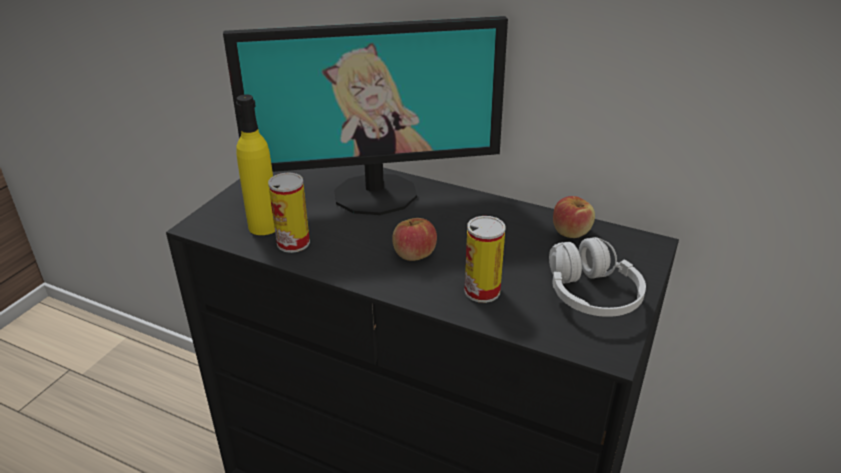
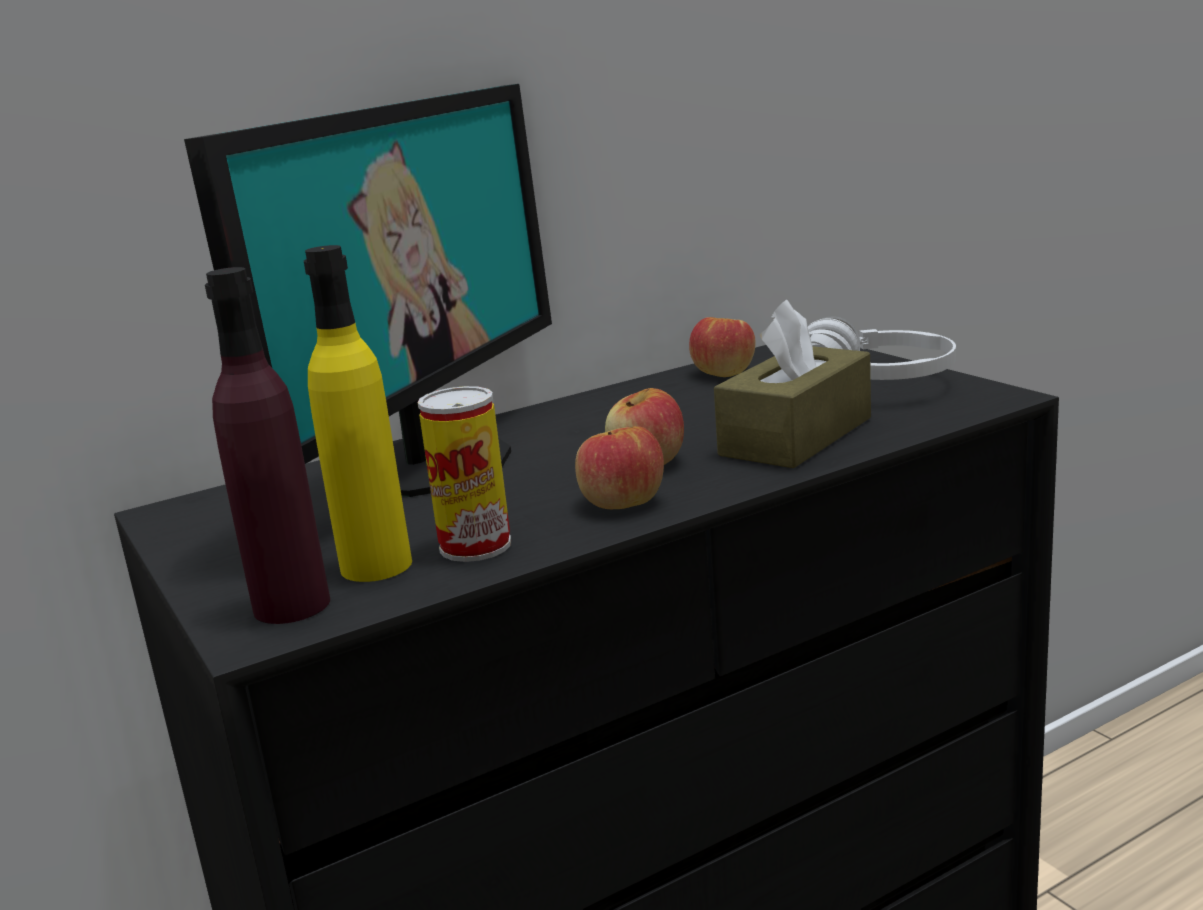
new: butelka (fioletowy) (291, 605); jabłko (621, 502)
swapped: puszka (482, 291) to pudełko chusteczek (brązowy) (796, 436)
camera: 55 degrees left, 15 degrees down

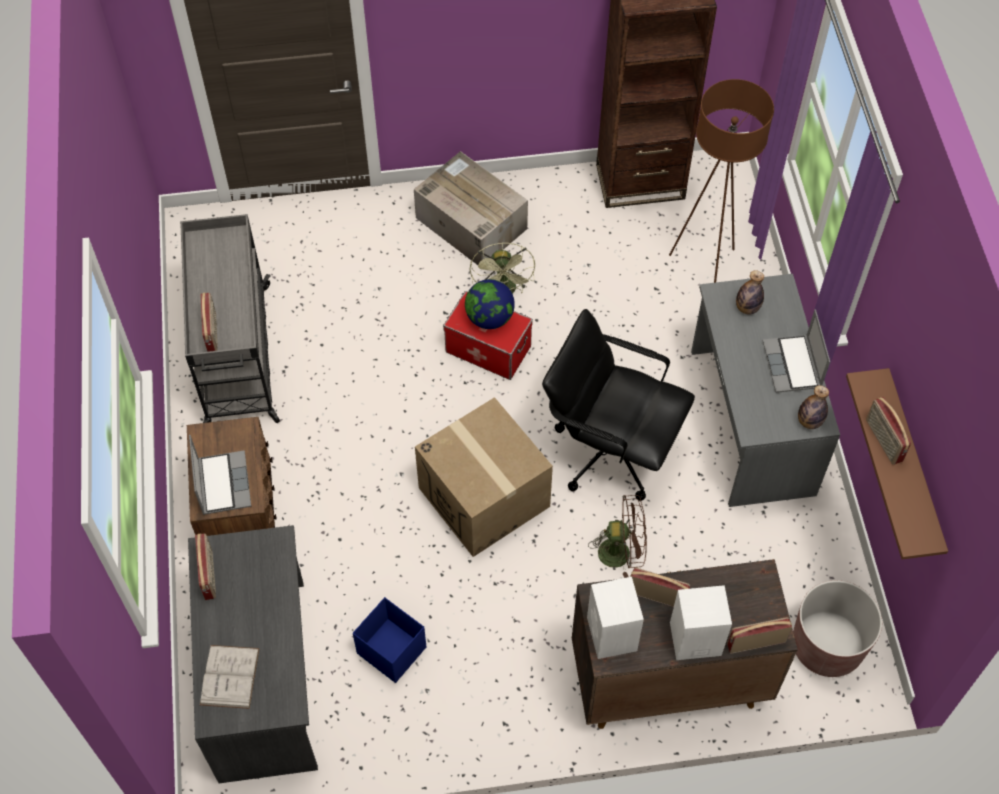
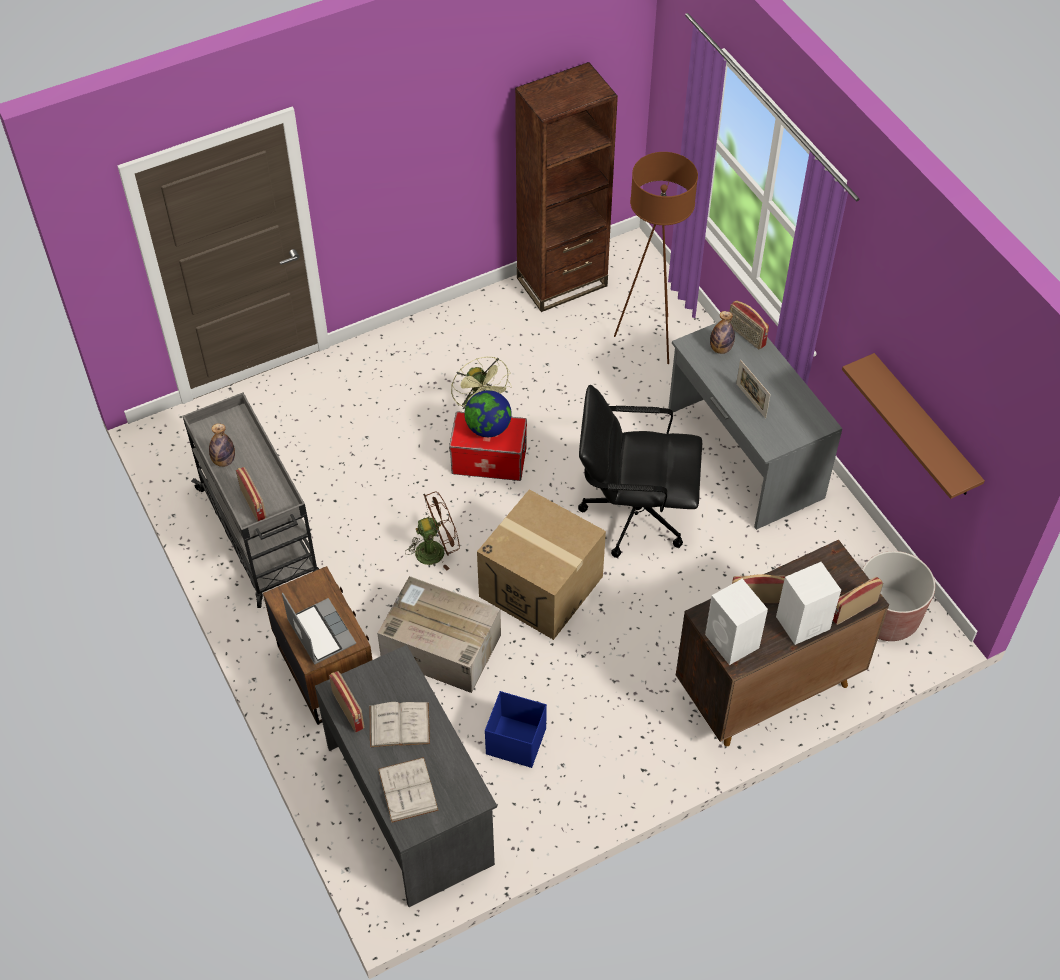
gone: laptop (793, 366)
new: książka (biały) (399, 725); ramka na zdjęcie (751, 401)
shifted: karton (470, 222) to (439, 646); wentylator (brązowy) (621, 552) to (436, 550); butelka (809, 421) to (224, 461); radio (883, 441) to (745, 335)
camera: 20 degrees left, 5 degrees down

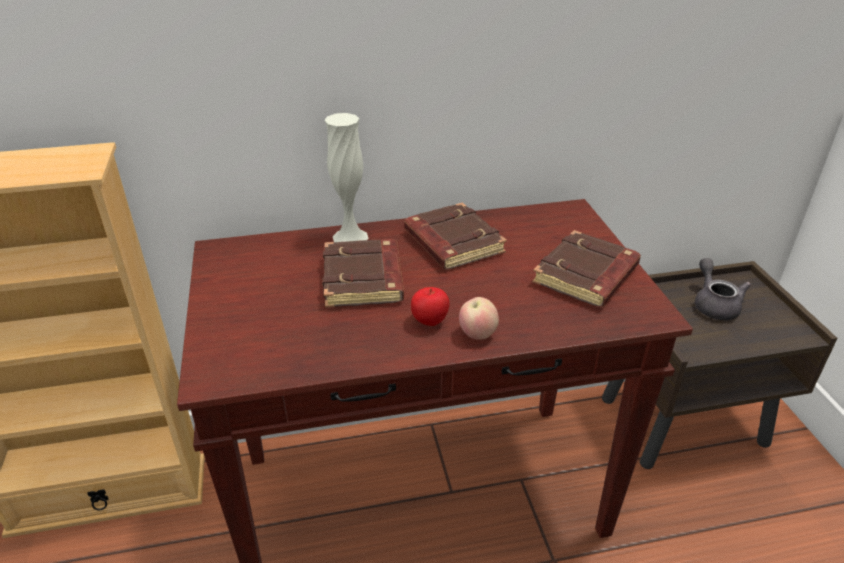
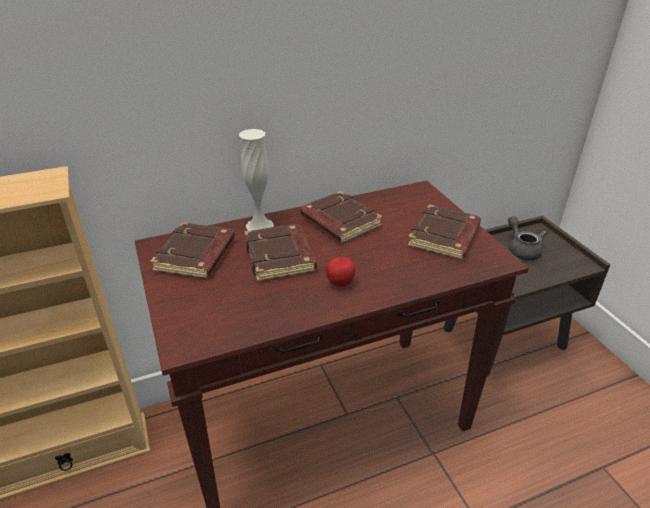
gone: jabłko (477, 334)
new: książka (brązowy) (196, 256)
camera: 10 degrees left, 0 degrees up

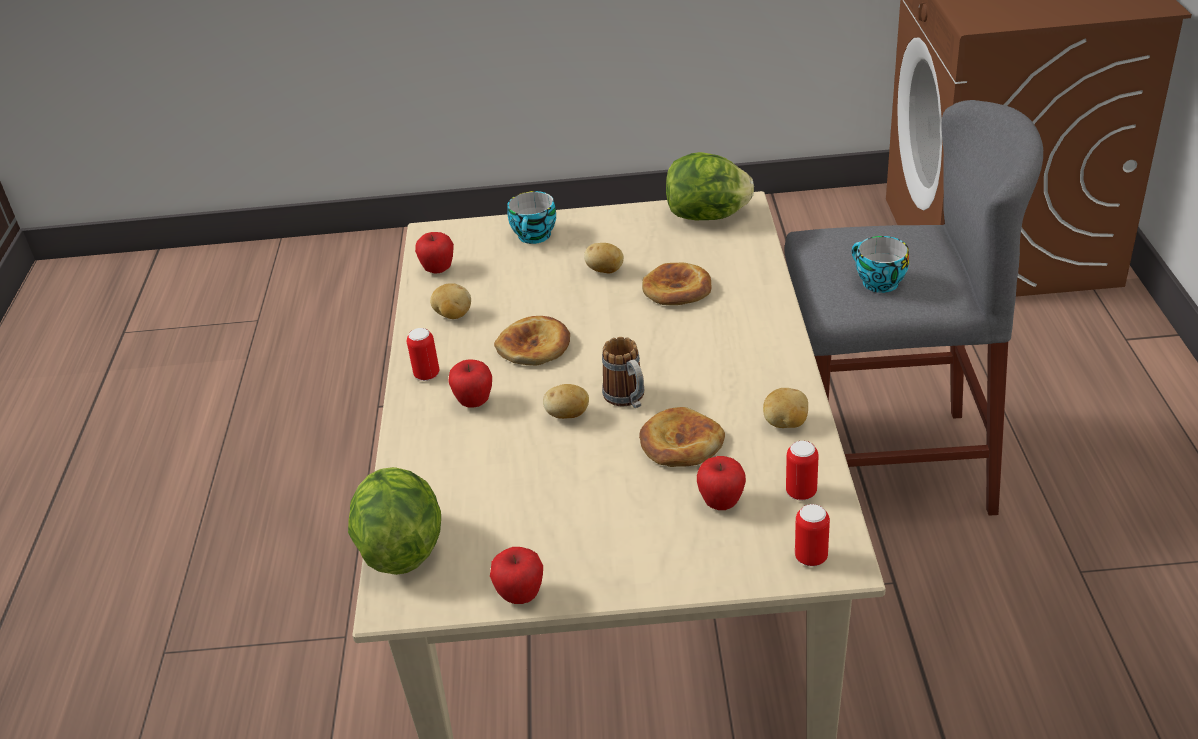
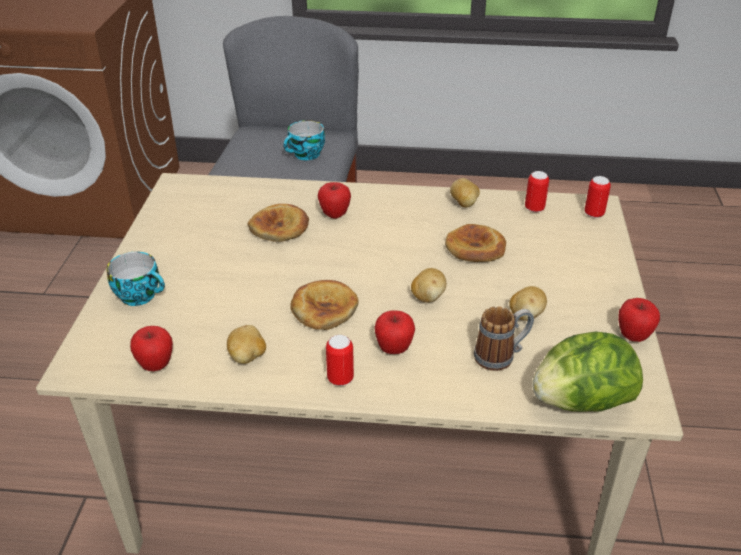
gone: sałata (708, 216)
shifted: ziemniak (605, 271) to (526, 315); kubek (628, 399) to (501, 356); jabłko (721, 503) to (334, 214)
camera: 85 degrees left, 0 degrees up

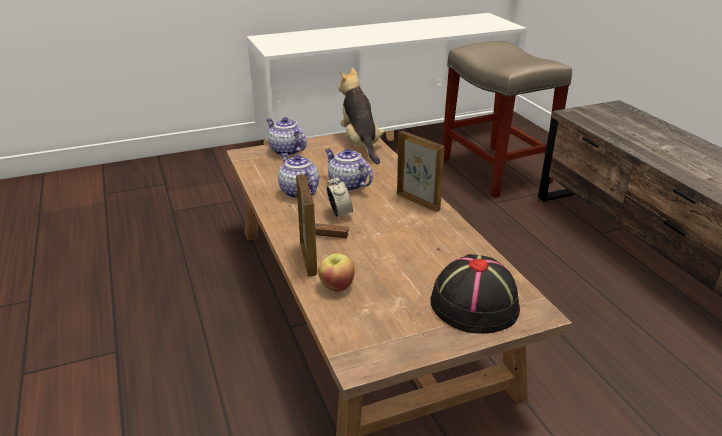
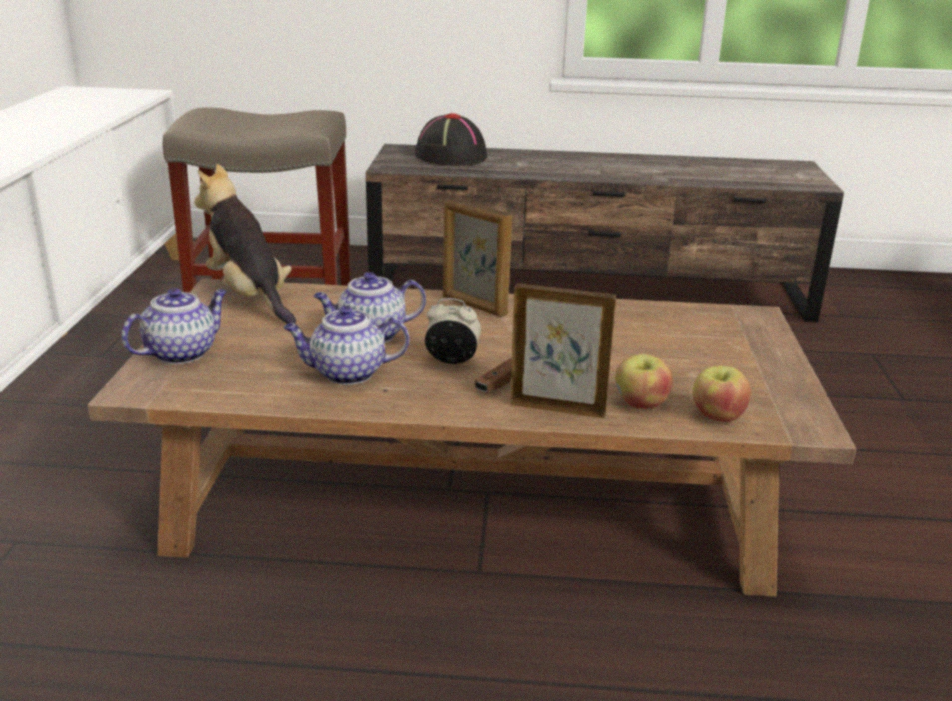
new: jabłko (717, 416)
shifted: kapelusz (czarny) (474, 303) to (450, 157)
rotated: imbryk (286, 151) = (182, 353) 150 degrees clockwise; pluszak (360, 144) = (250, 296) 45 degrees clockwise; ramka na zdjęcie (418, 202) = (474, 306) 120 degrees counterclockwise
camera: 65 degrees left, 5 degrees down

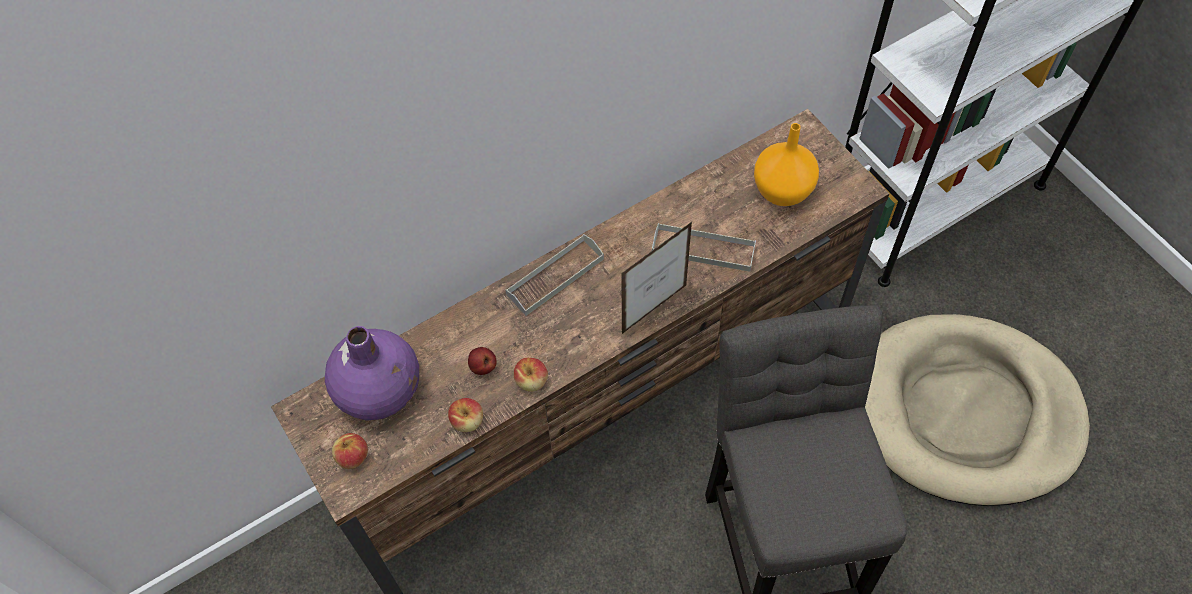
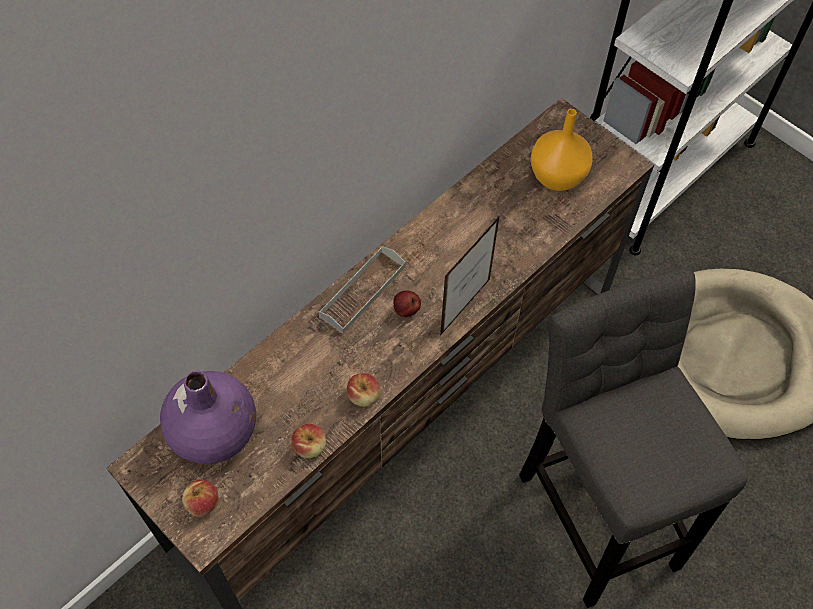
gone: taca (szary) (703, 249)
shifted: jabłko (483, 367) to (406, 310)
camera: 15 degrees left, 0 degrees up

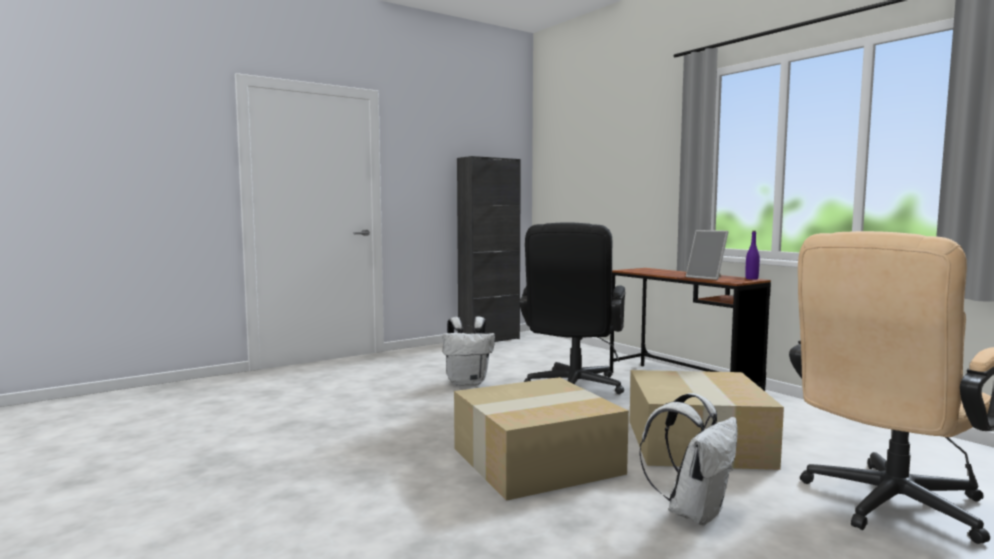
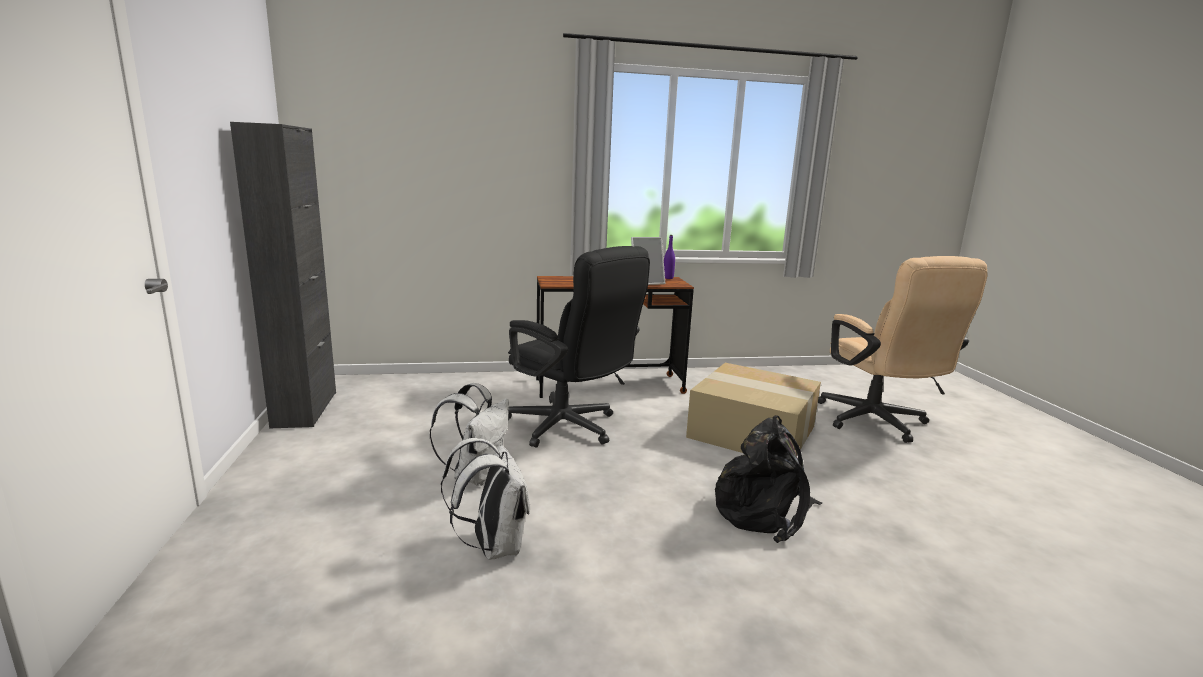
shifted: plecak (biały) (693, 511) to (493, 546)
swapped: karton (535, 462) to plecak (czarny) (764, 511)
camera: 65 degrees left, 10 degrees up

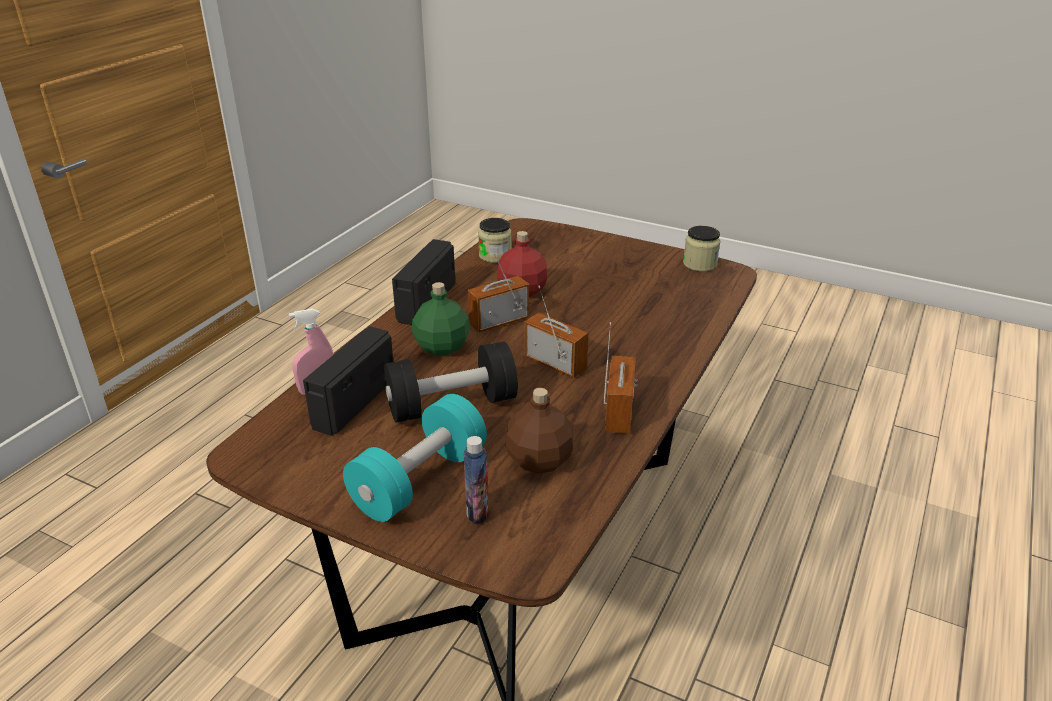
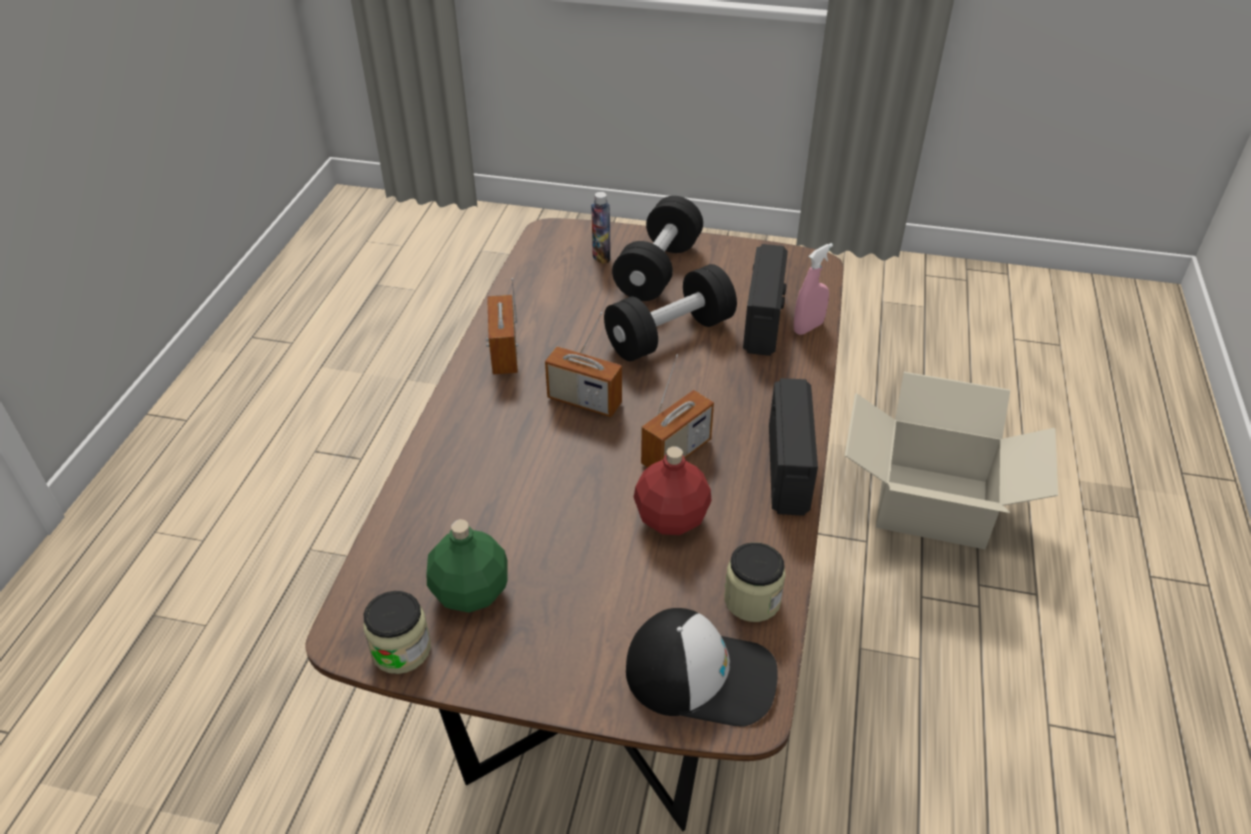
gone: butelka (brązowy) (539, 461)
new: czapka z daszkiem (701, 674); karton (932, 503)
shifted: butelka (zielony) (442, 346) to (470, 593)
repainted: hantel (turkusowy) (419, 480) to hantel (czarny) (658, 270)
camera: 165 degrees right, 10 degrees up

